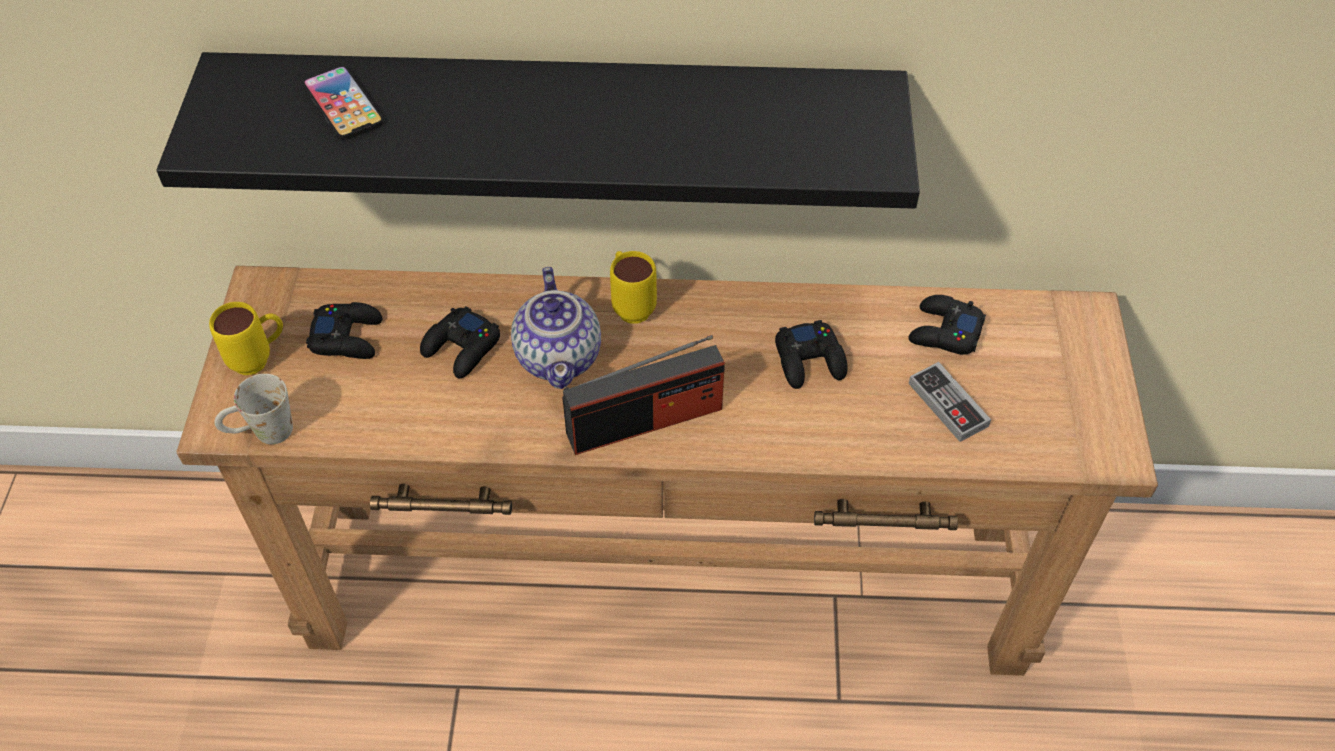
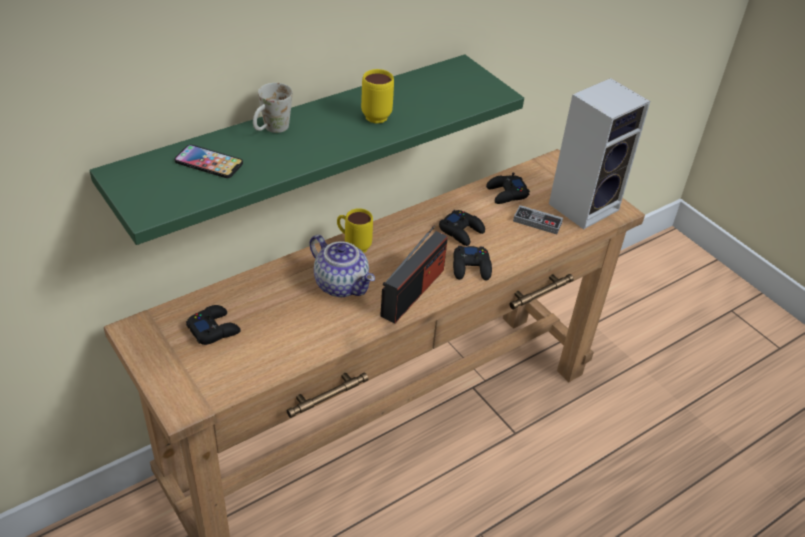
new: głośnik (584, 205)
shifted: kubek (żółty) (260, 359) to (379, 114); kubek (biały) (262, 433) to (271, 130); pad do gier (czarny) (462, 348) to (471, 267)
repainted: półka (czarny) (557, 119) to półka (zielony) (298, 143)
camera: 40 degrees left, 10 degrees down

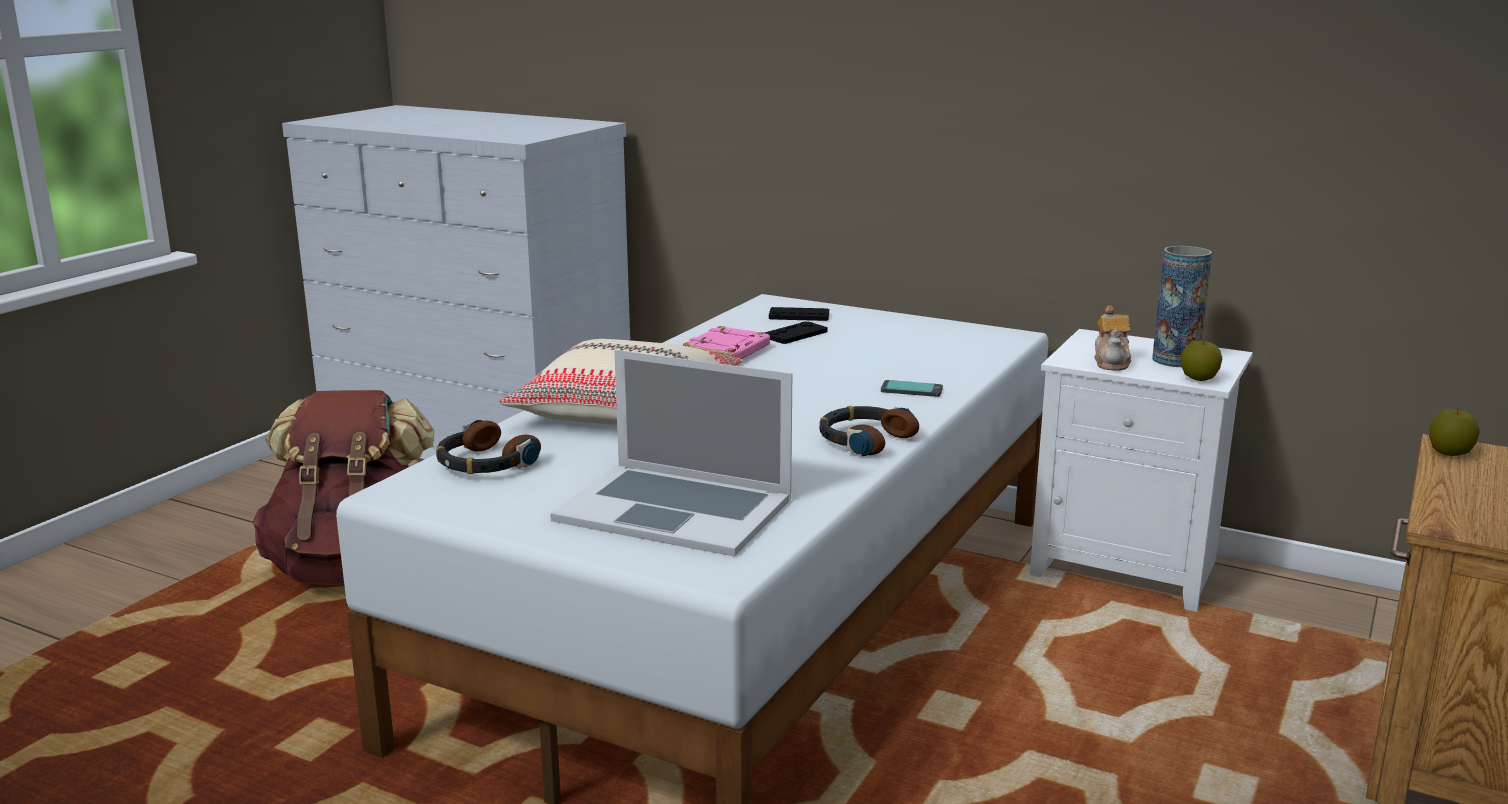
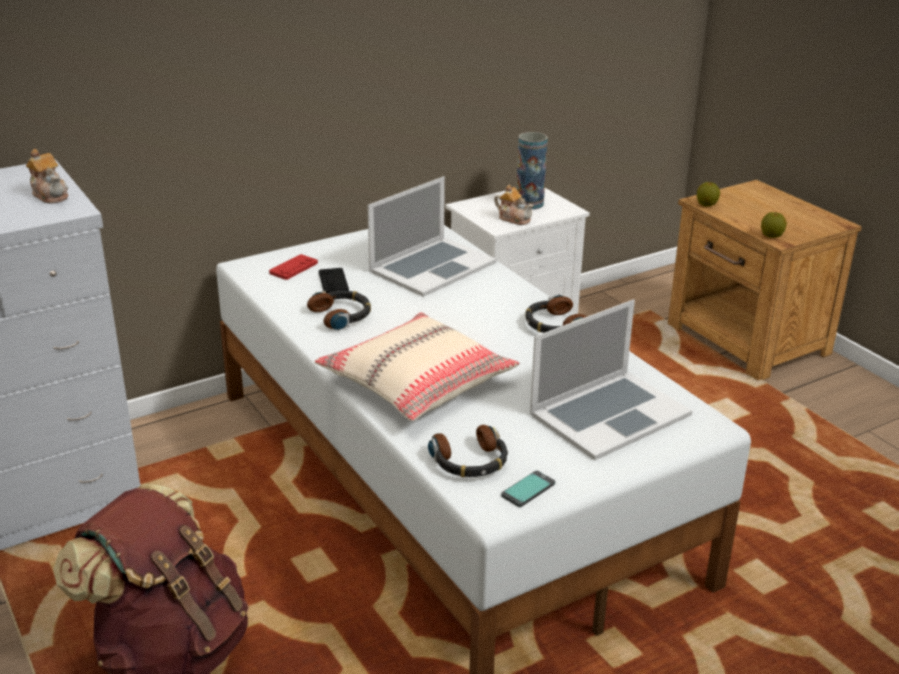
new: imbryk (50, 195); laptop (432, 266)
shifted: telefon (911, 390) to (528, 489); jabłko (1199, 379) to (771, 236)
swapped: książka (różowy) (727, 352) to słuchawki (342, 315)
repainted: pad do gier (czarny) (799, 316) to pad do gier (czerwony) (293, 268)
camera: 60 degrees left, 10 degrees up

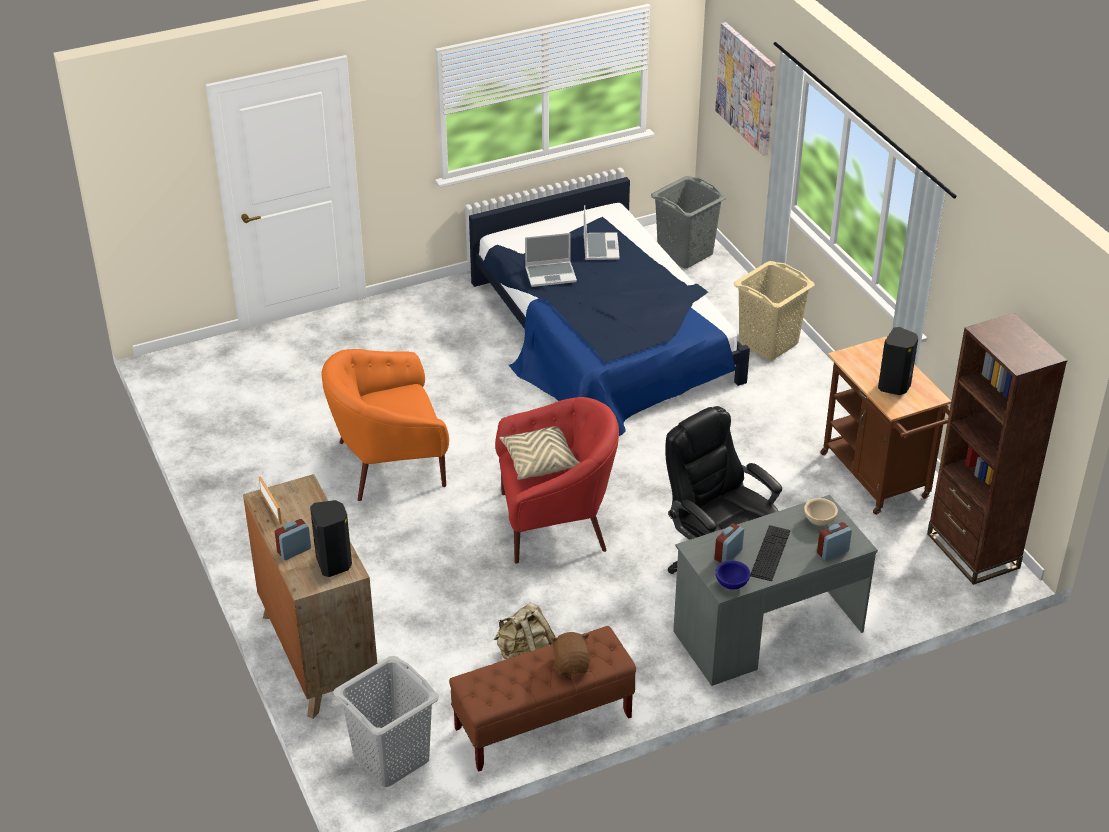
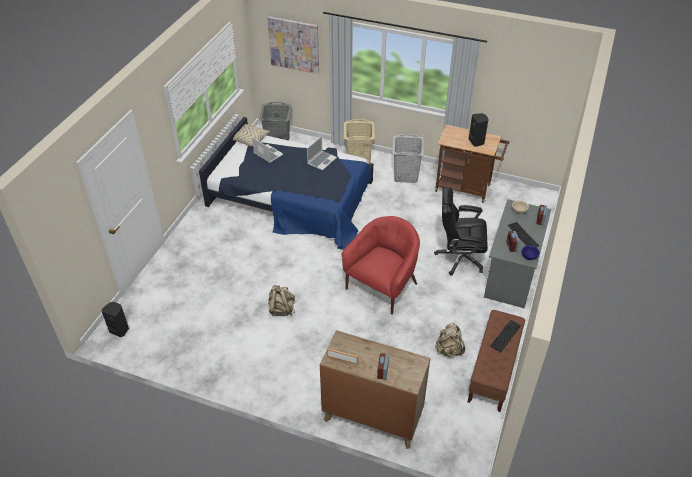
gone: regał (brązowy) (972, 551)
shifted: głośnik (czarny) (334, 563) to (120, 330); kosz na pranie (szary) (392, 758) to (406, 175); poduszka (beżowy) (539, 461) to (250, 140); laptop (551, 274) to (321, 161)
swapped: fotel (pomarańczowy) (390, 463) to plecak (beżowy) (281, 309); pluszak (brązowy) (571, 664) to klawiatura (505, 335)
camera: 45 degrees left, 5 degrees up

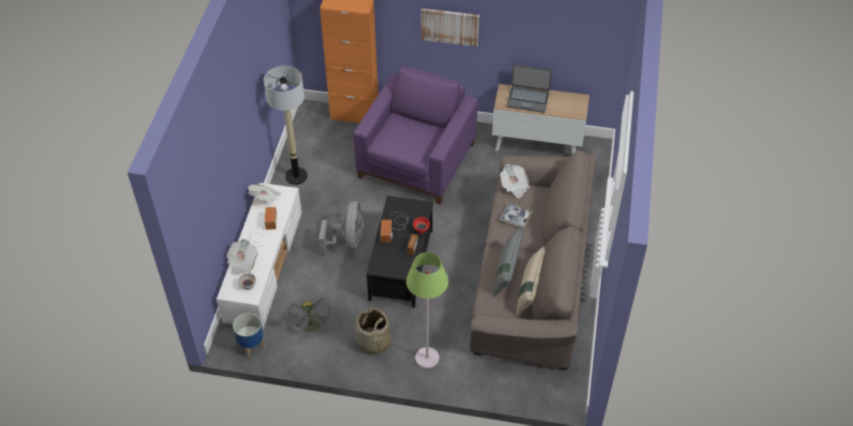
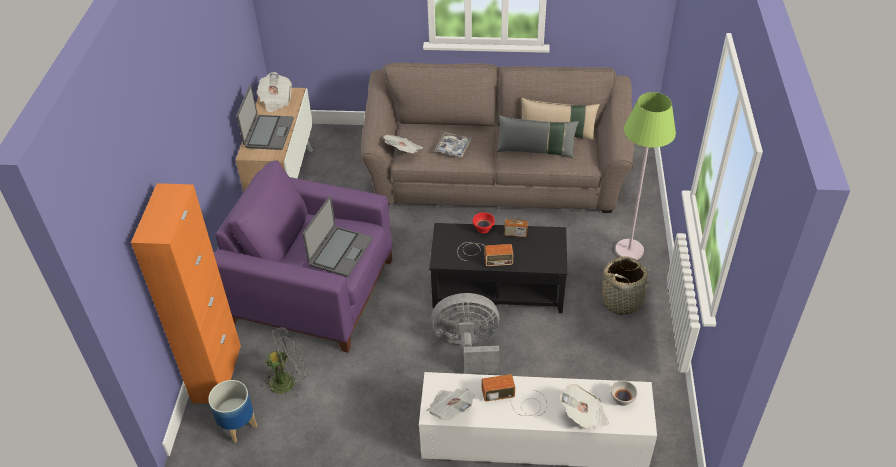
gone: lampa stojąca (296, 176); obraz (450, 26)
new: gazeta (275, 100); laptop (340, 252)
shifted: donica (251, 345) to (237, 426); wentylator (szary) (312, 328) to (288, 380)
camera: 95 degrees left, 5 degrees down

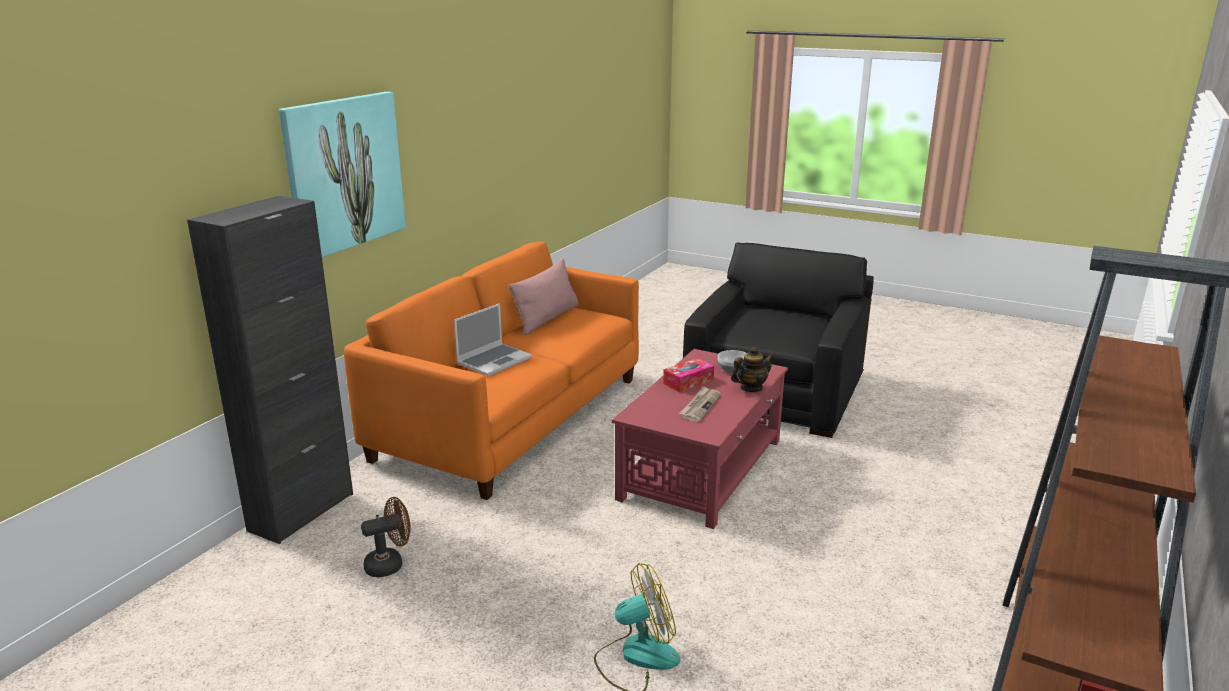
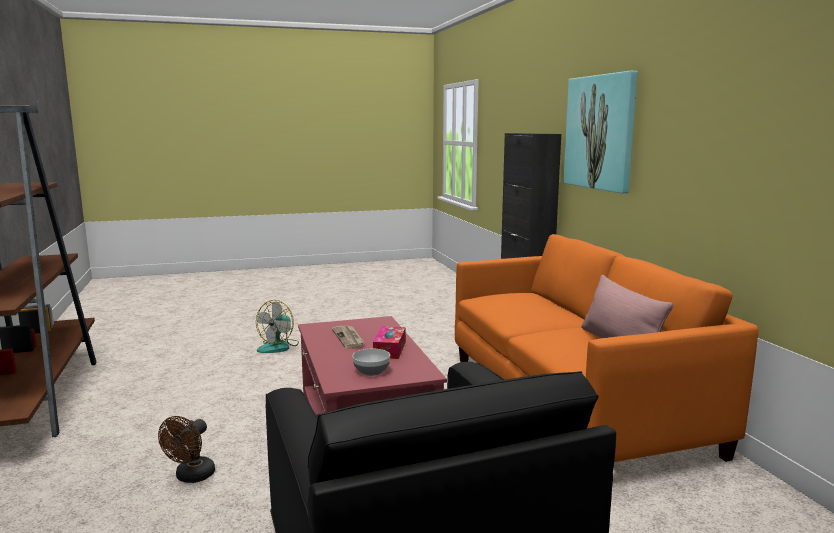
gone: laptop (494, 361); imbryk (751, 388)
shifted: wentylator (brązowy) (390, 564) to (191, 477)
camera: 135 degrees right, 10 degrees down

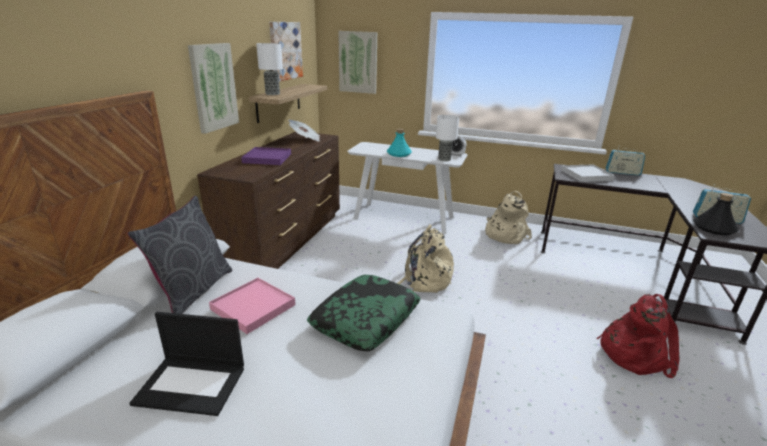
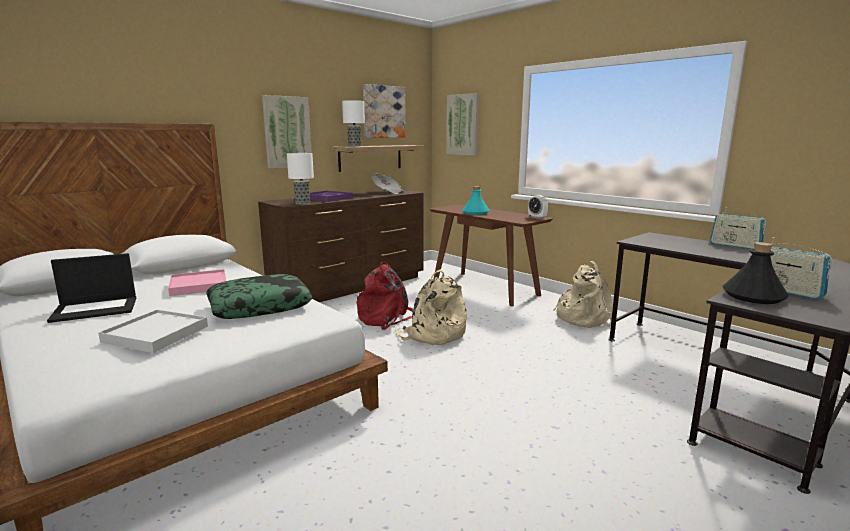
gone: poduszka (szary) (193, 290)
shifted: lampa stołowa (444, 159) to (302, 203); taca (biały) (586, 175) to (156, 334); plecak (czerwony) (633, 353) to (387, 318)
repainted: stolik konsolowy (biały) (404, 218) to stolik konsolowy (brązowy) (485, 288)
rotated: laptop (192, 385) = (96, 309) 60 degrees counterclockwise
camera: 30 degrees right, 10 degrees down

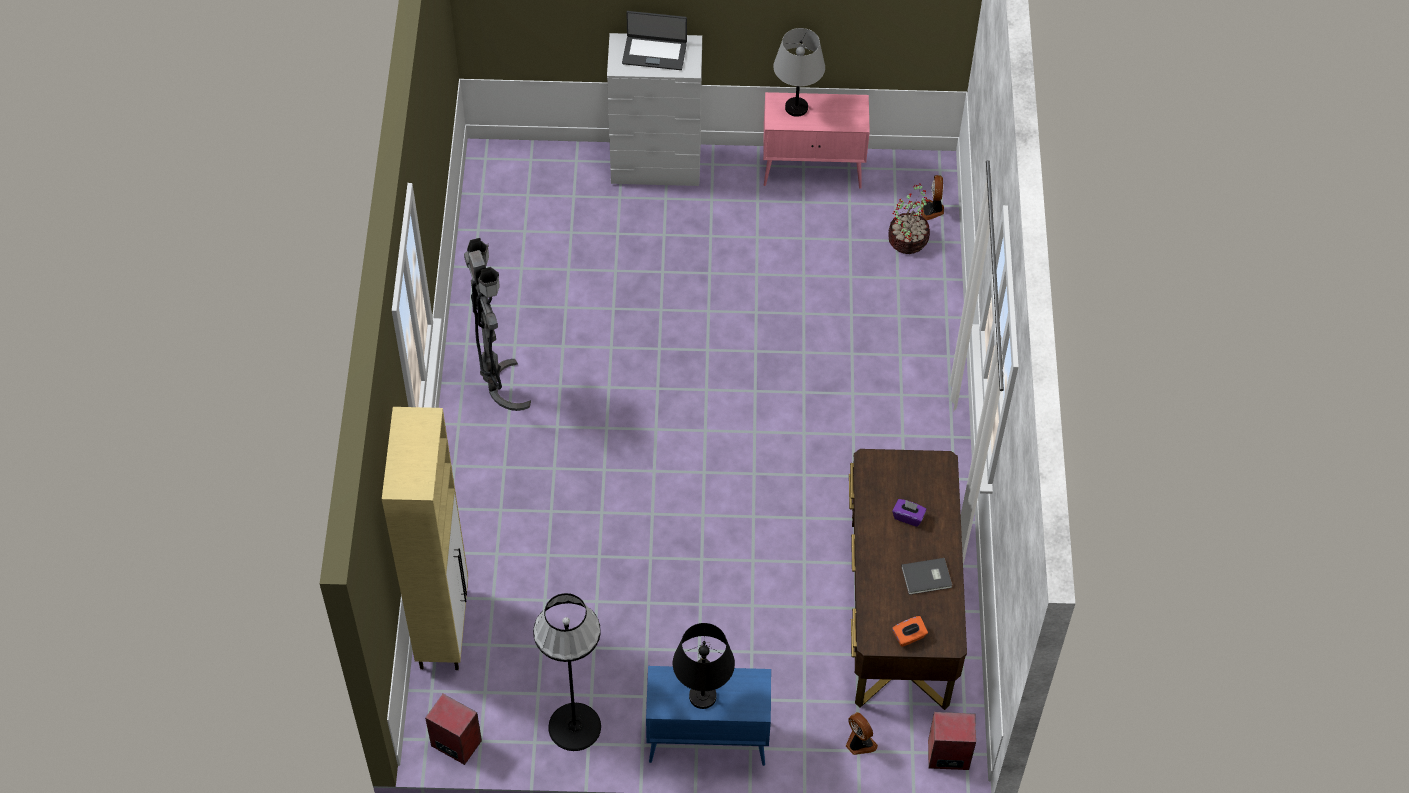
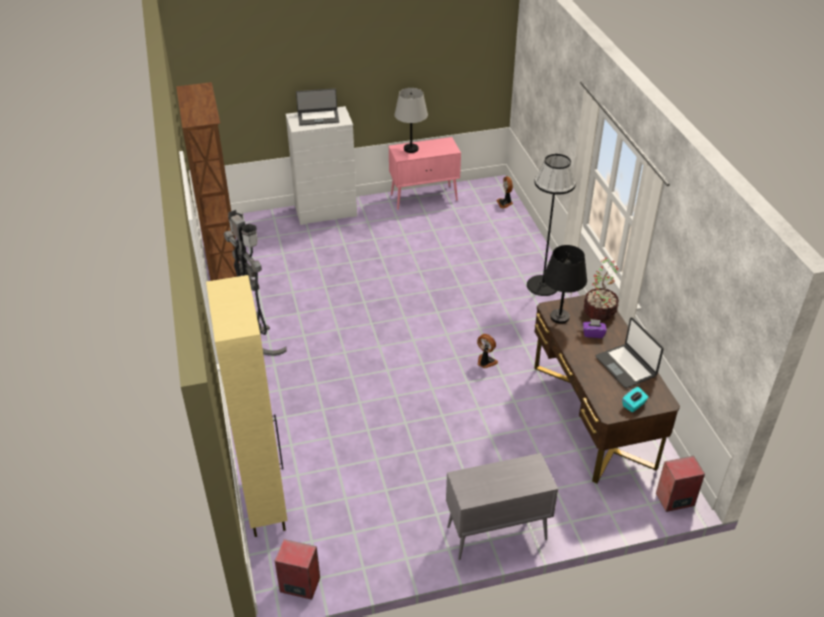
new: regał (brązowy) (224, 265)
shifted: lampa stojąca (czarny) (575, 727) to (543, 285); lampa stołowa (czarny) (703, 696) to (560, 317); wentylator (859, 743) to (485, 362); roślina doniczkowa (908, 239) to (599, 311)
swapped: książka (szary) (927, 578) to laptop (626, 366)
repainted: szafka (niebieski) (706, 741) to szafka (szary) (495, 533); pudełko chusteczek (pomarańczowy) (909, 637) to pudełko chusteczek (turkusowy) (634, 405)
camera: 15 degrees left, 15 degrees down

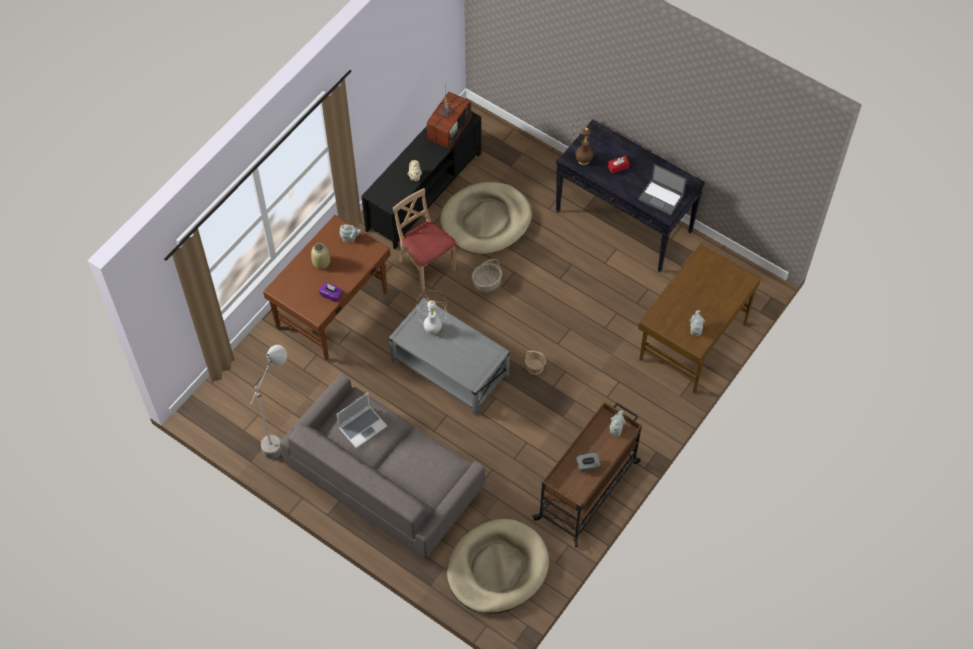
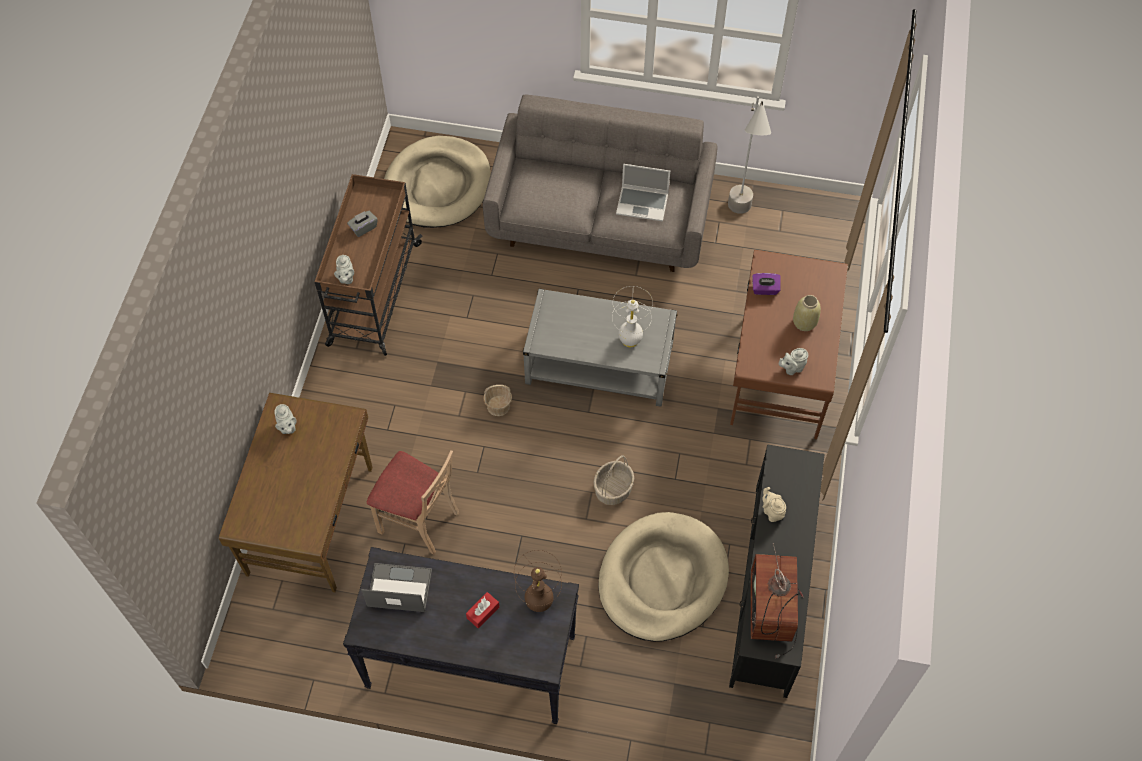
shifted: krzesło (beżowy) (426, 266) to (419, 520)
rotated: laptop (363, 426) = (643, 204) 105 degrees counterclockwise
camera: 155 degrees right, 0 degrees up

